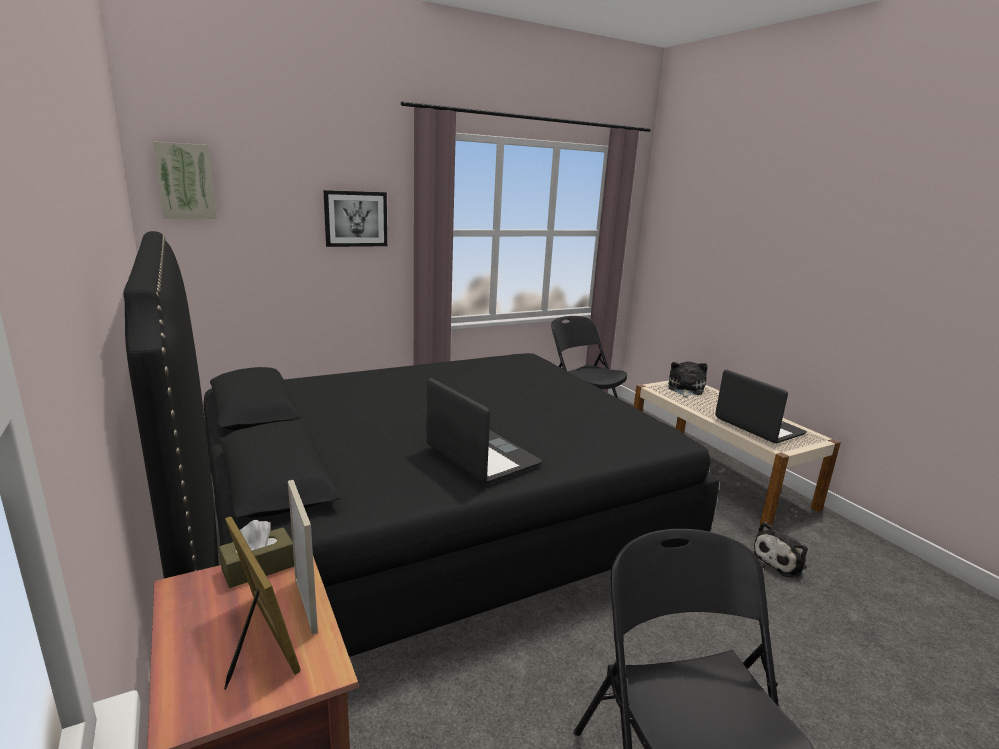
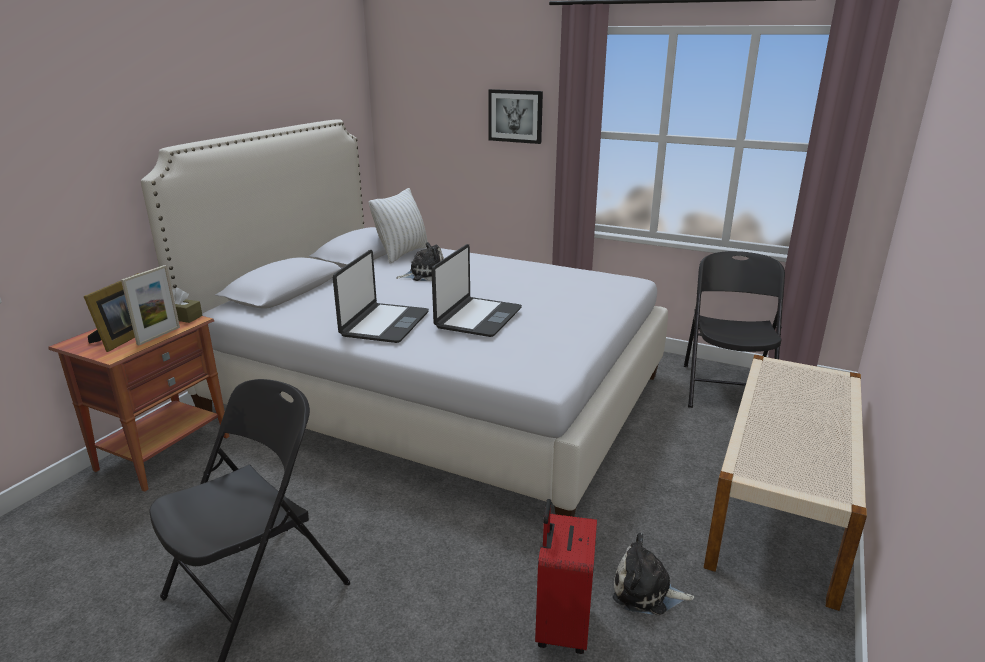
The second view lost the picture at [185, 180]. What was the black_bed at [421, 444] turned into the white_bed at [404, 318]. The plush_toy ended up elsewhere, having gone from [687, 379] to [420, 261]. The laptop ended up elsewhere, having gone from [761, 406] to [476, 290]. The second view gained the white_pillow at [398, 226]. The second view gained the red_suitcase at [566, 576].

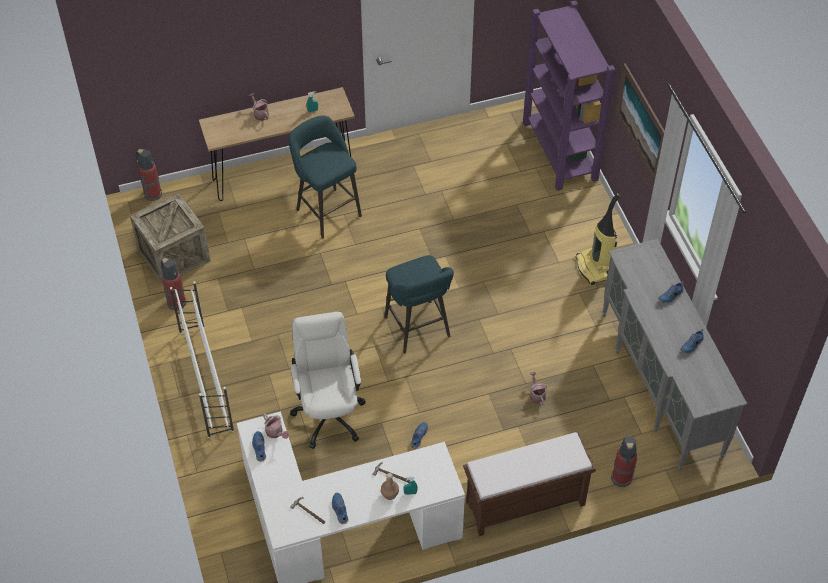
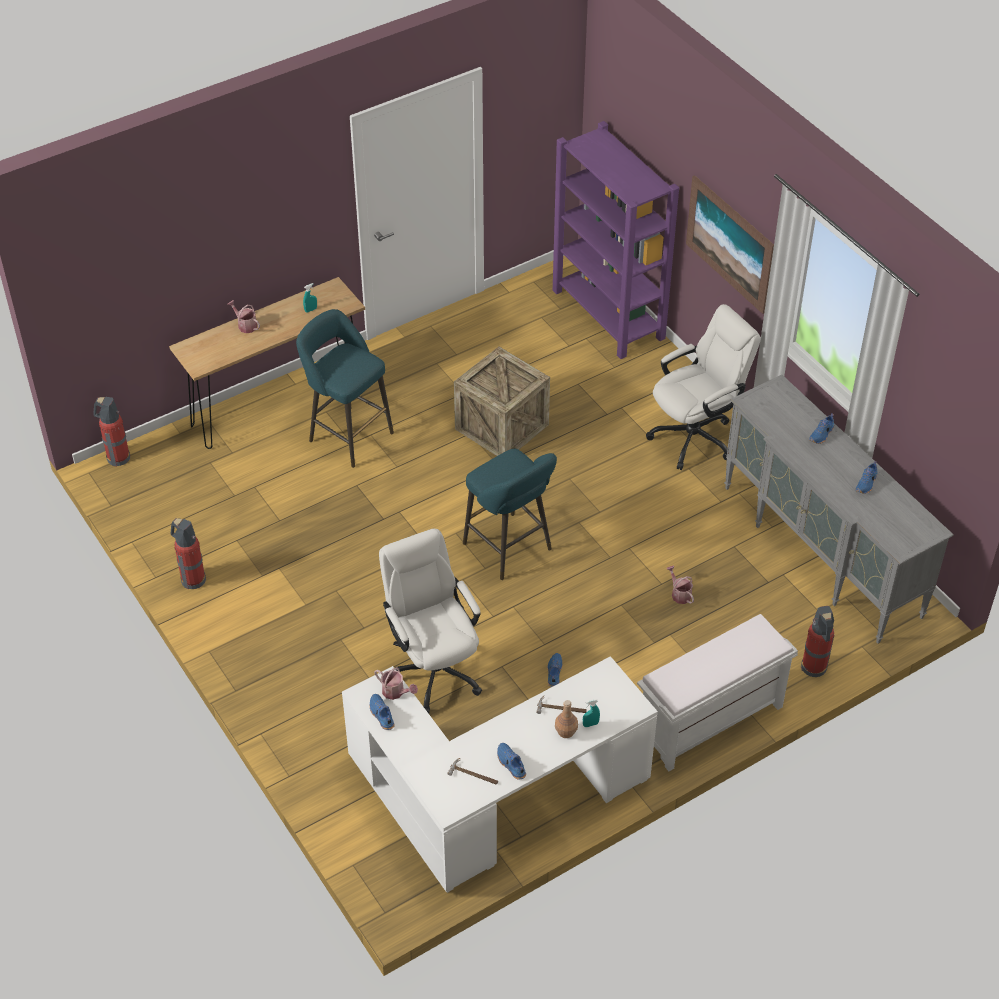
The crate ended up elsewhere, having gone from [170, 238] to [502, 401]. Where the vacuum_cleaner stood at [598, 239], the white_office_chair came to stand at [703, 387]. The second view lost the white_shoe_rack at [202, 359]. What was the brown_bench at [529, 484] turned into the white_bench at [717, 692].

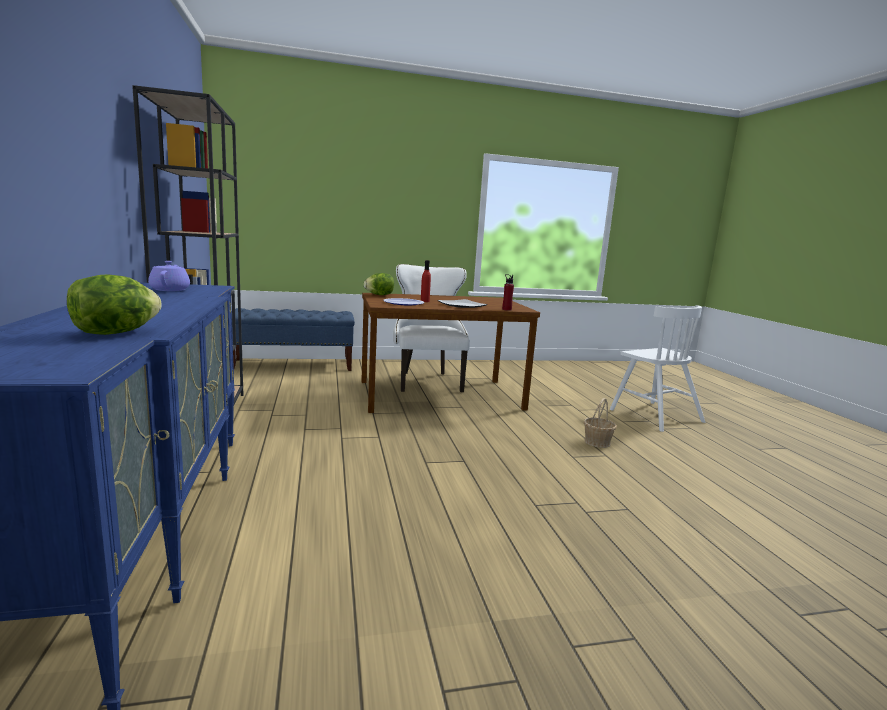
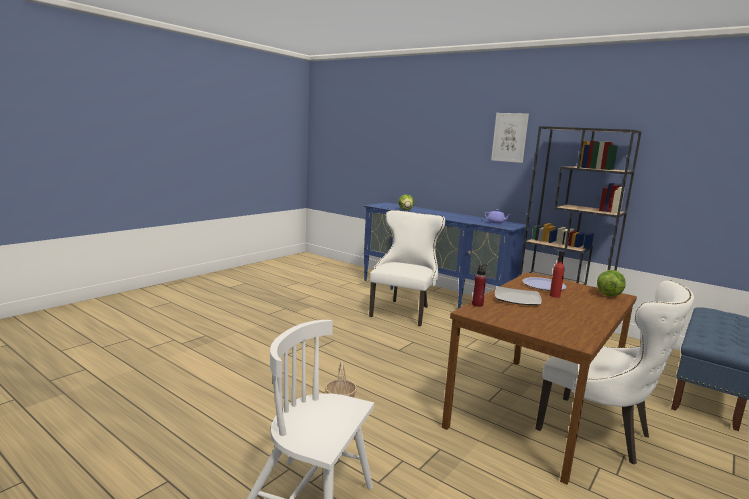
The second view gained the picture at [510, 138]. The second view gained the white_chair at [407, 268].

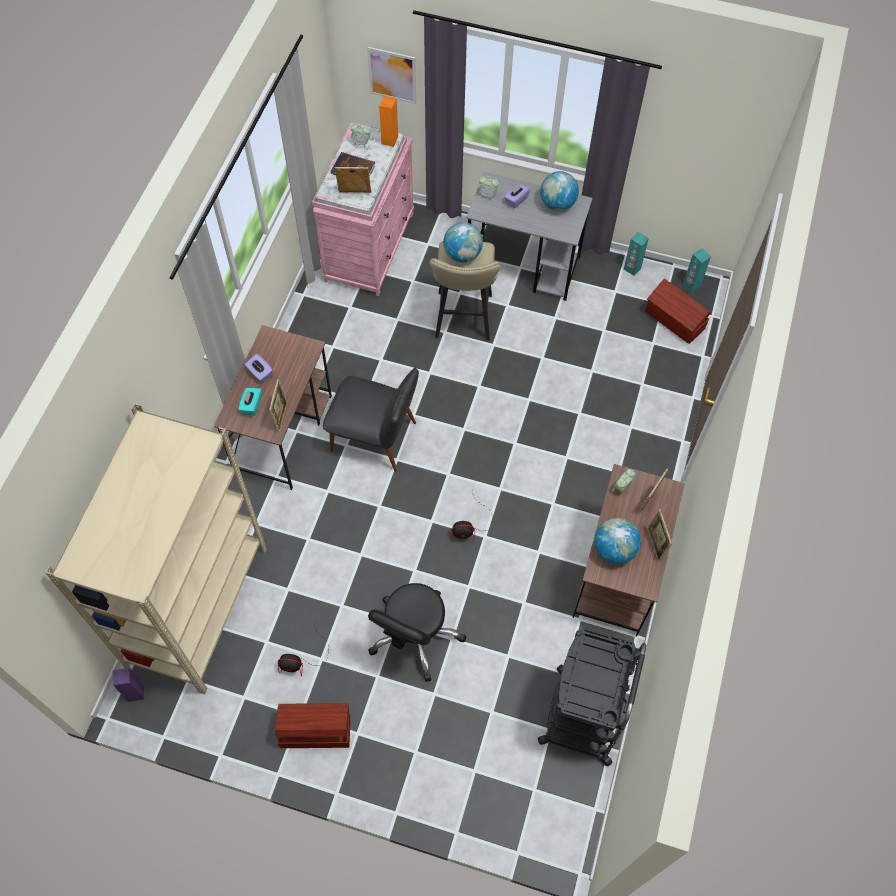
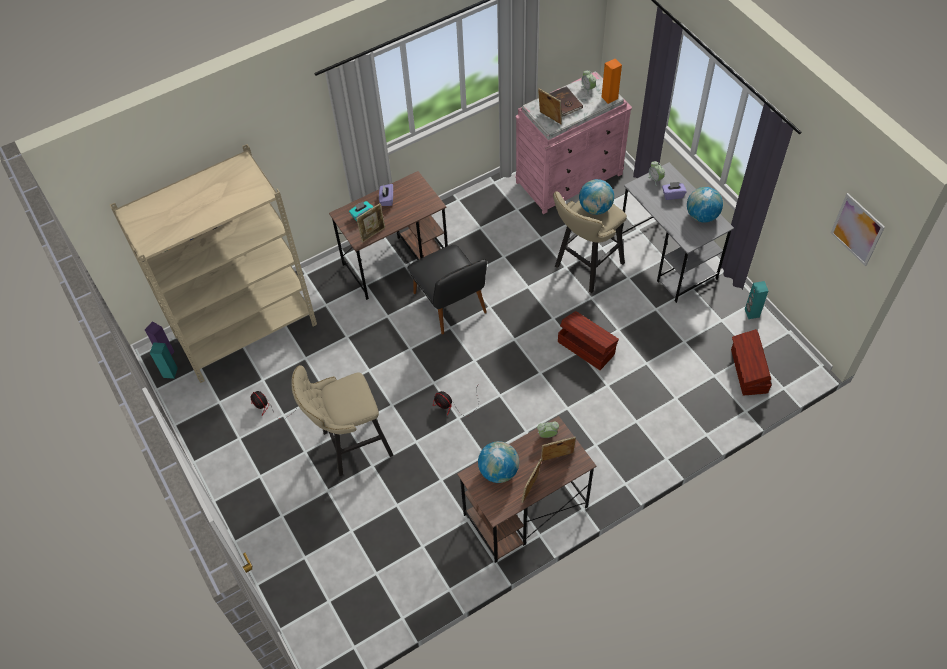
The picture ended up elsewhere, having gone from [391, 75] to [858, 229]. The turquoise_speaker ended up elsewhere, having gone from [697, 270] to [164, 360]. Where the black_office_chair stood at [417, 632], the beige_stool came to stand at [342, 420]. The second view lost the black_cart at [592, 697]. The brown_storage_box ended up elsewhere, having gone from [312, 725] to [588, 340].

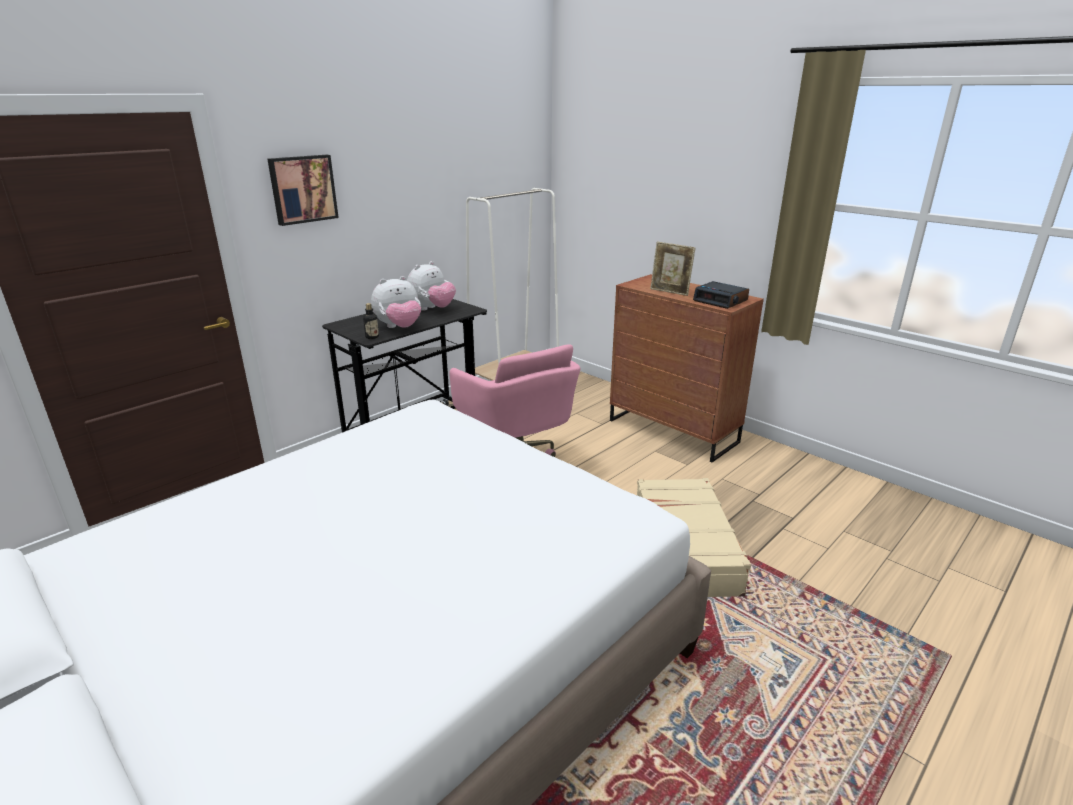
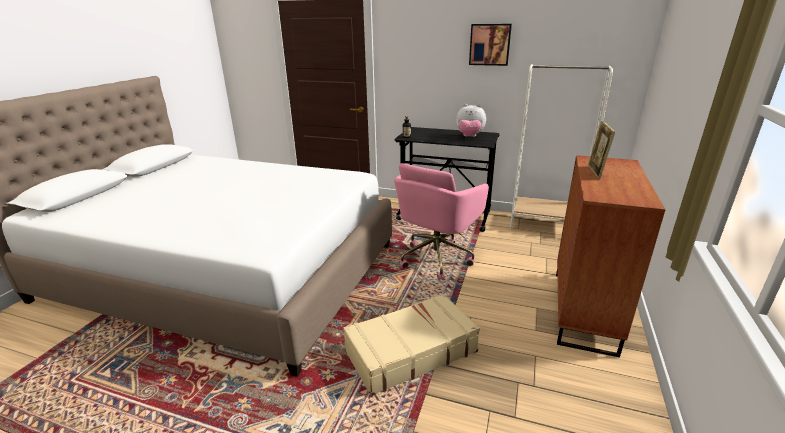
The picture ended up elsewhere, having gone from [303, 190] to [490, 45]. The second view lost the plush_toy at [396, 302]. The second view lost the alarm_clock at [721, 295].

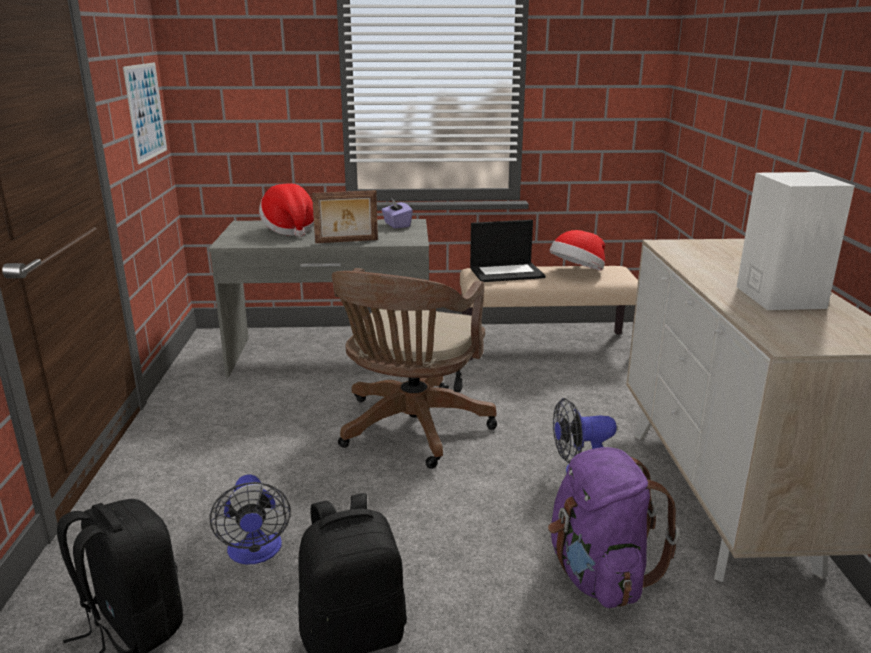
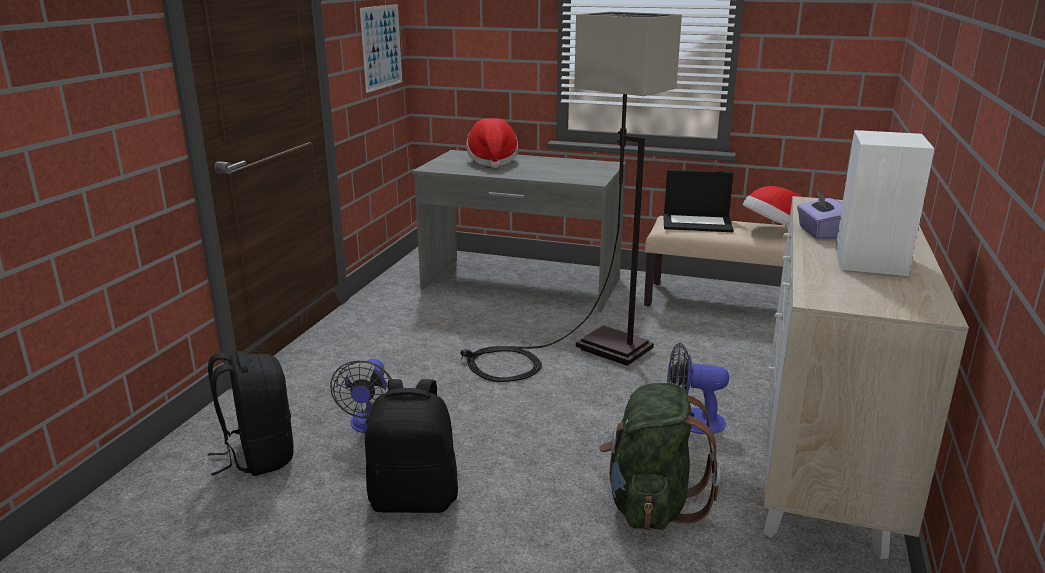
The second view lost the picture_frame at [345, 216]. The purple_tissue_box ended up elsewhere, having gone from [397, 213] to [819, 214]. Where the brown_office_chair stood at [414, 368], the floor_lamp came to stand at [571, 197]. What was the purple_backpack at [614, 527] turned into the green_backpack at [660, 456].

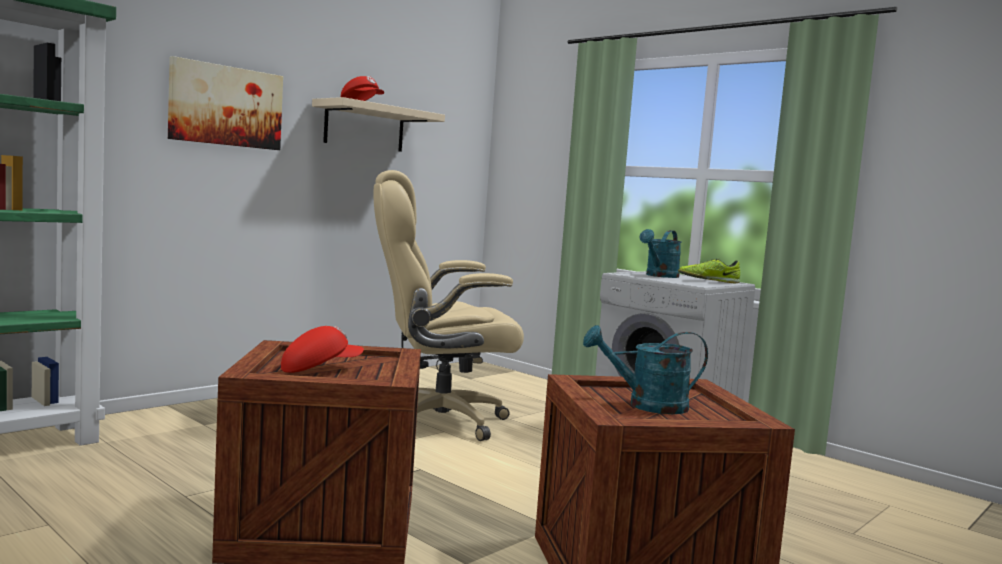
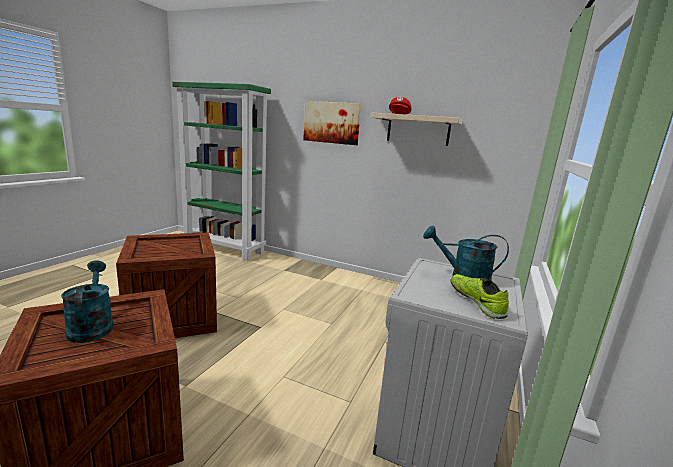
The second view lost the beige_office_chair at [449, 305]. The second view lost the red_cap at [322, 349].

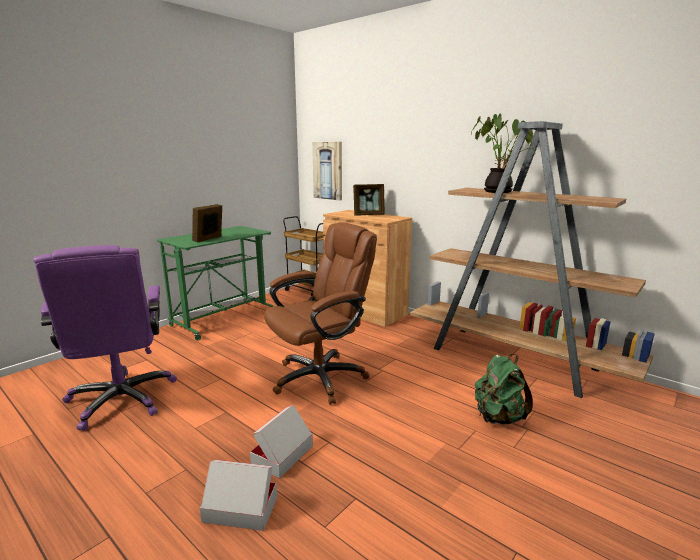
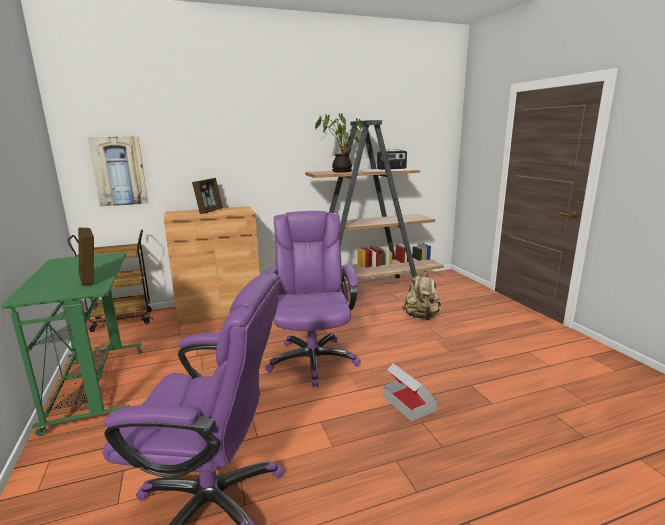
What was the brown_office_chair at [320, 313] turned into the purple_office_chair at [313, 299]. What was the green_backpack at [504, 389] turned into the beige_backpack at [421, 295]. The second view lost the cardboard_box at [239, 495]. The second view gained the radio at [392, 159].

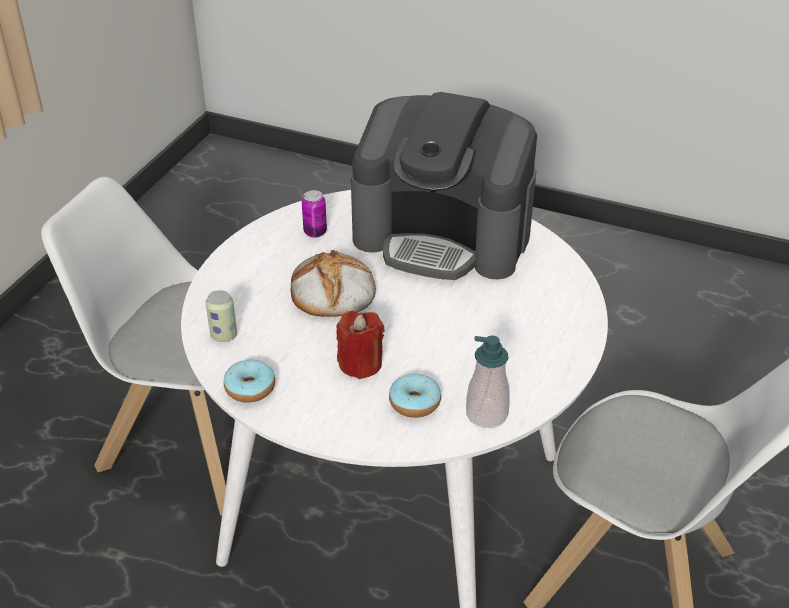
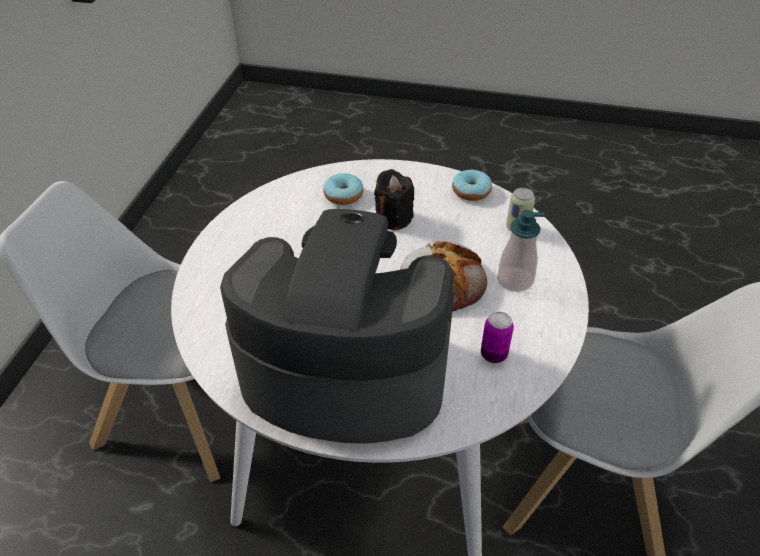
What was the red_candle at [360, 345] turned into the black_candle at [394, 199]. The soap_dispenser ended up elsewhere, having gone from [488, 382] to [521, 251].

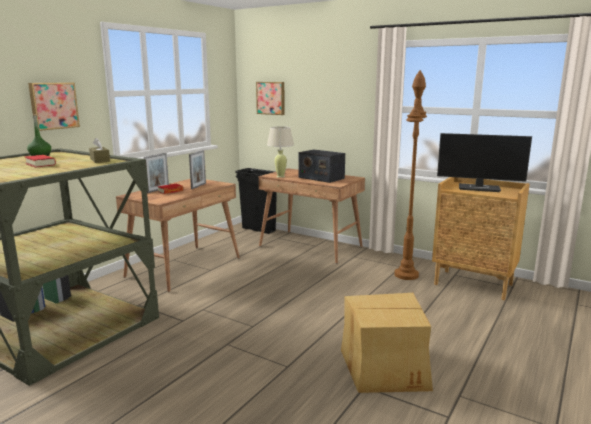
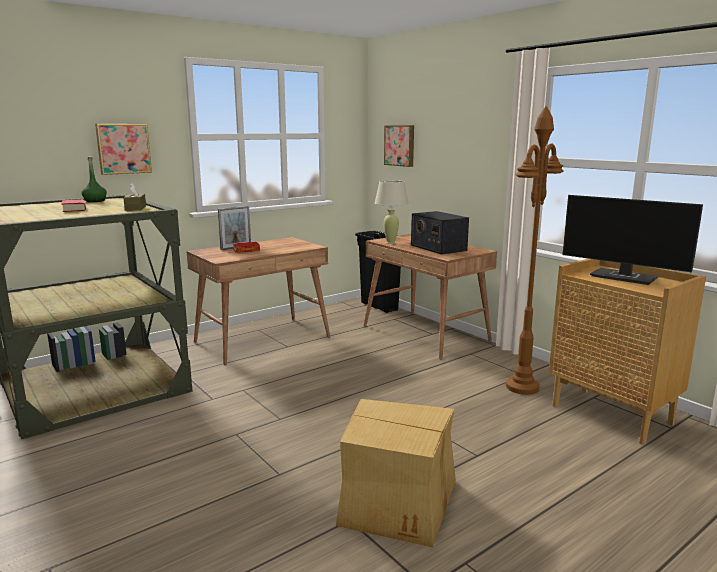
The second view lost the picture_frame at [197, 169].

